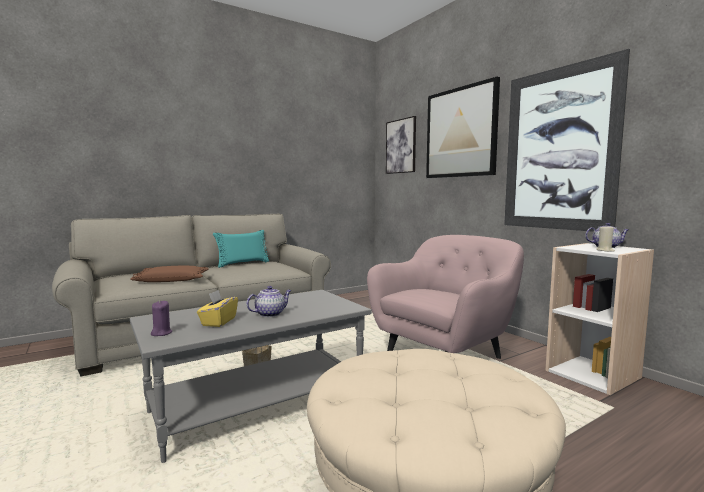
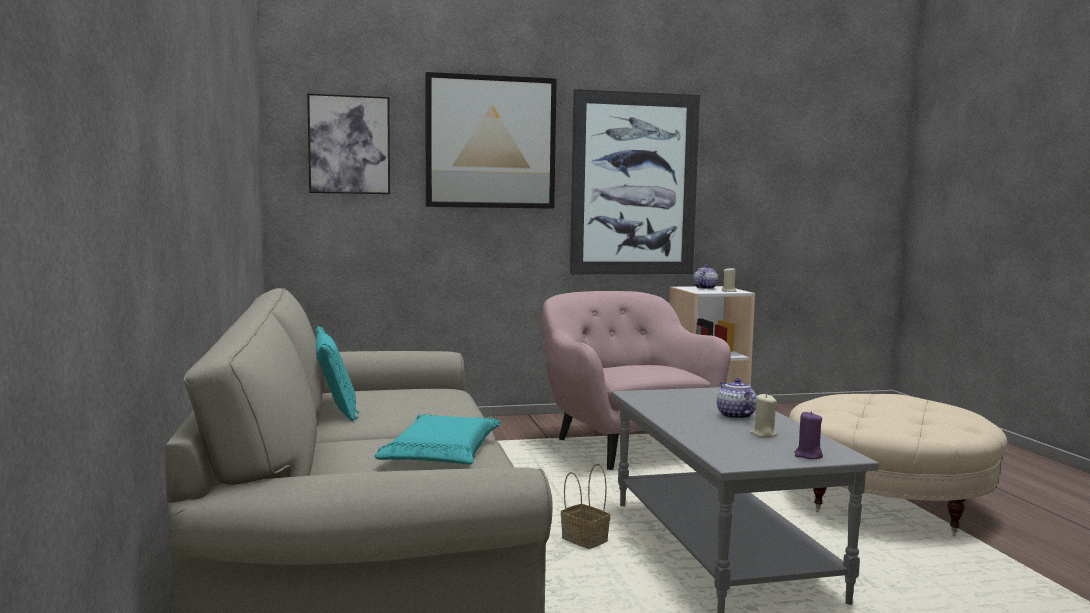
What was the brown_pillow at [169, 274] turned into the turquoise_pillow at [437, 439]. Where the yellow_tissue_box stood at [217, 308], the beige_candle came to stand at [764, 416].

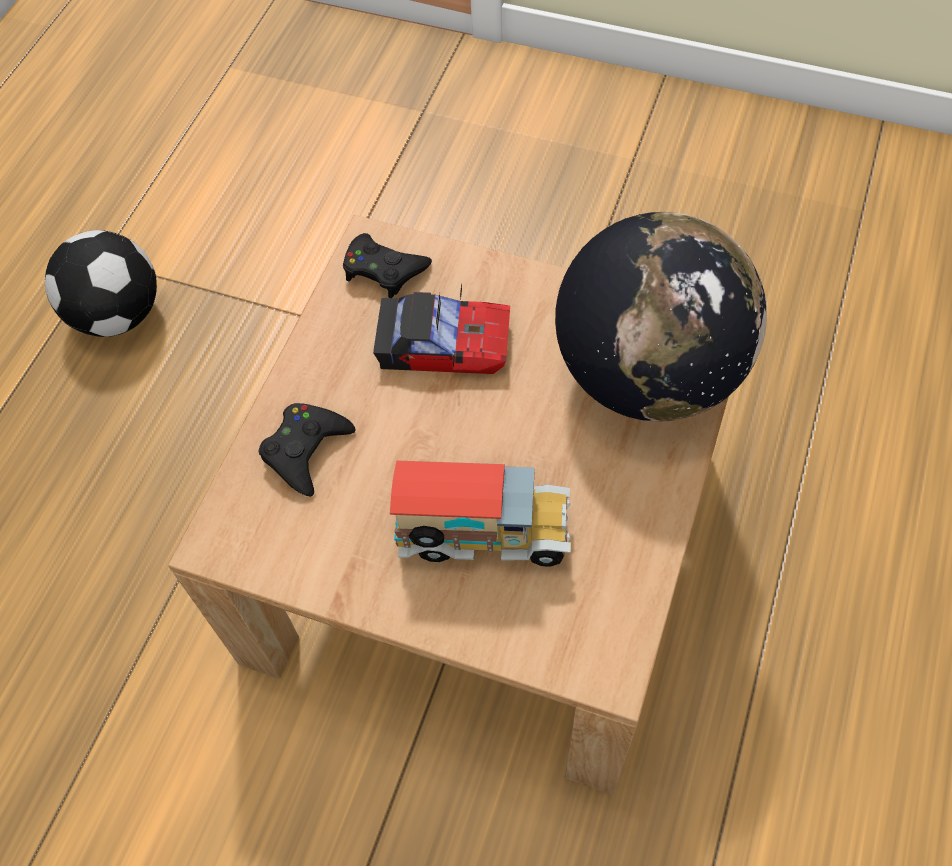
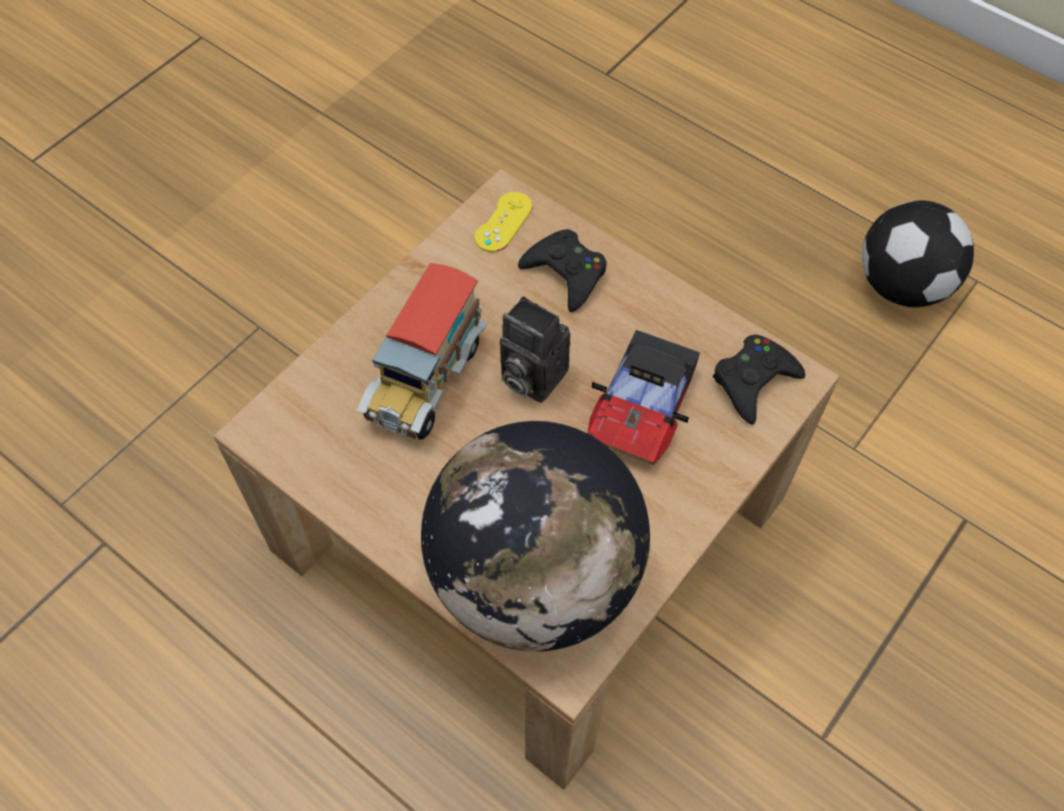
The second view gained the yellow_game_controller at [504, 222]. The second view gained the photo_camera at [535, 349].

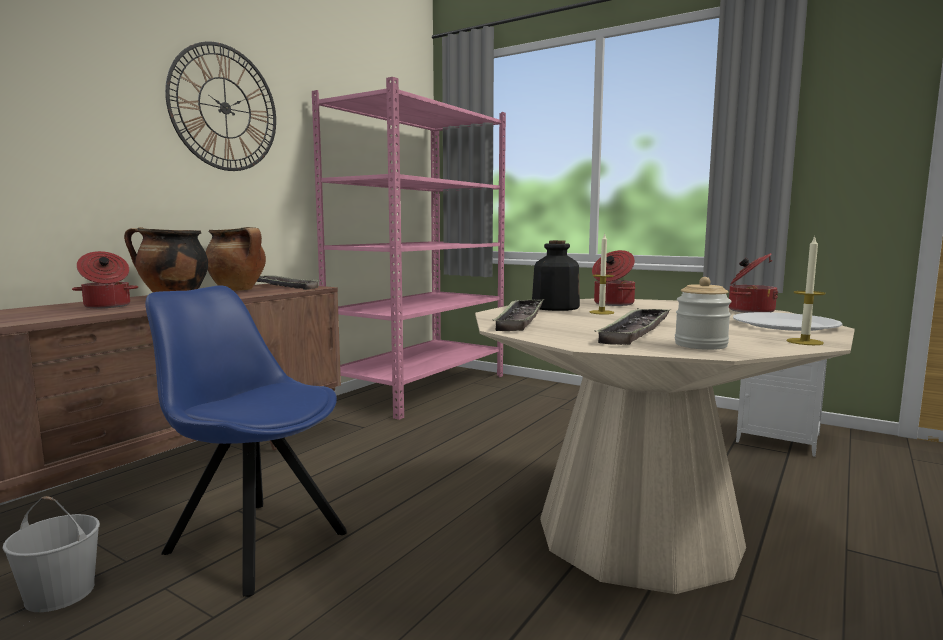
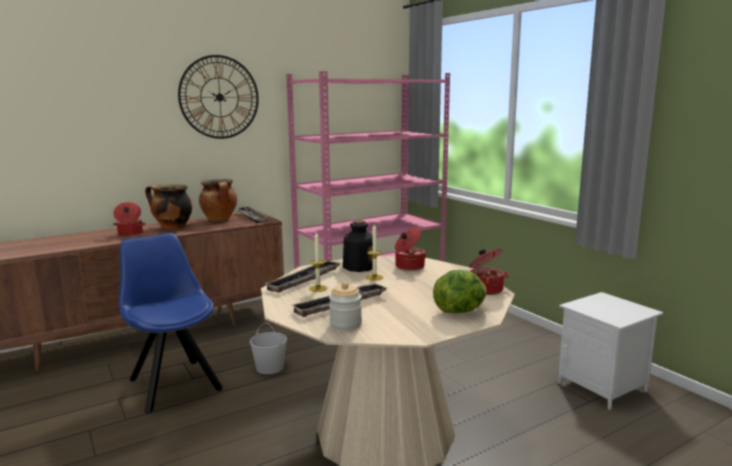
The candle ended up elsewhere, having gone from [806, 290] to [318, 262]. Where the white_plate stood at [788, 321], the lettuce came to stand at [460, 291]. The white_bucket ended up elsewhere, having gone from [51, 554] to [268, 348].

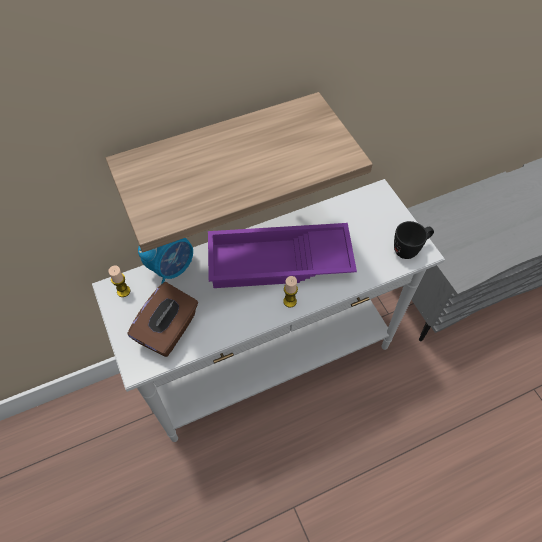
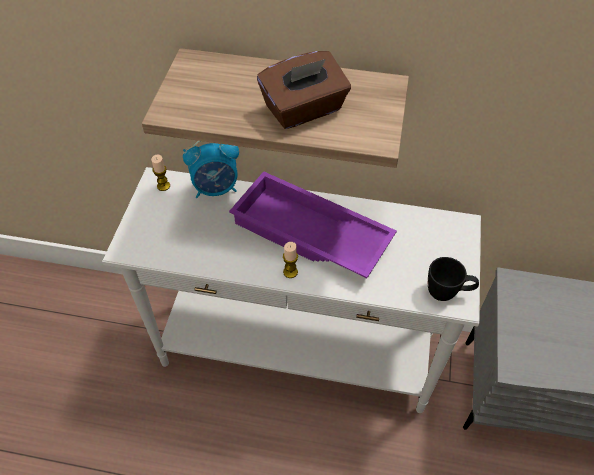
The brown_tissue_box ended up elsewhere, having gone from [163, 319] to [304, 90].

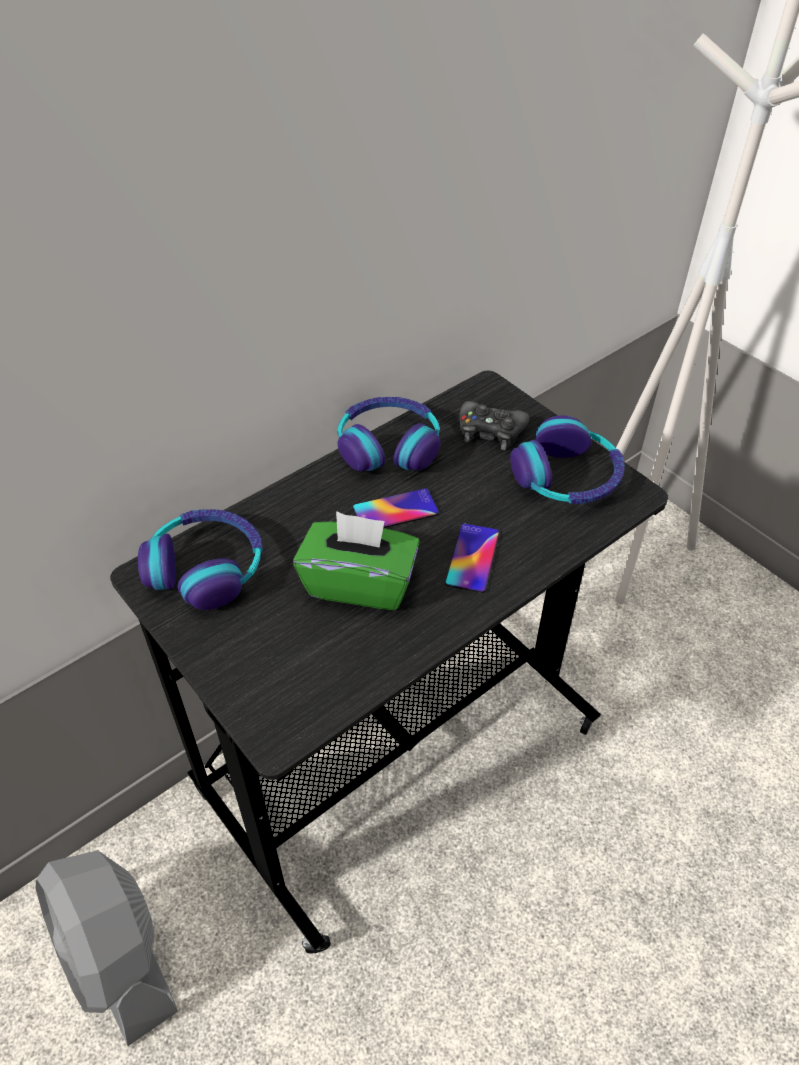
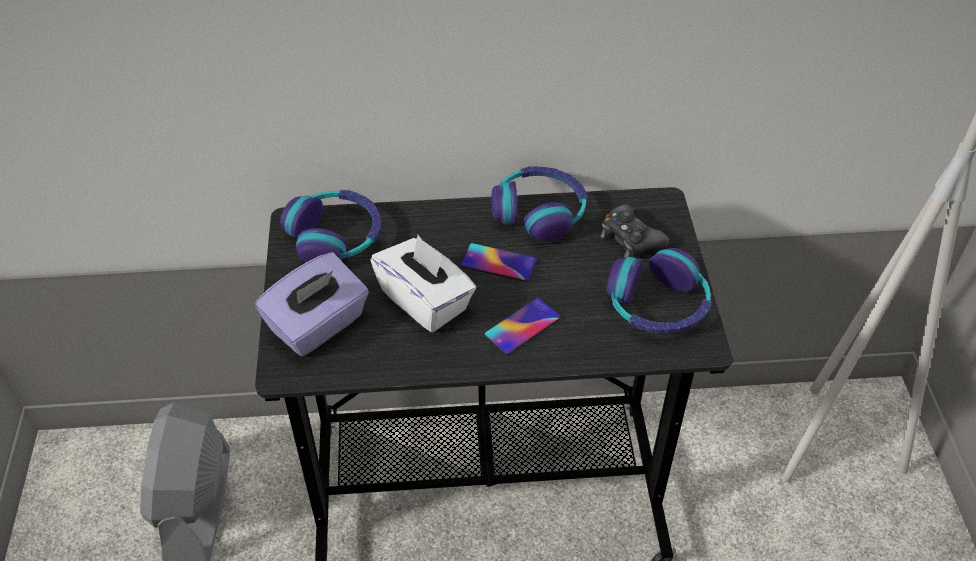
What was the green_tissue_box at [356, 560] turned into the white_tissue_box at [423, 283]. The second view gained the purple_tissue_box at [312, 304].

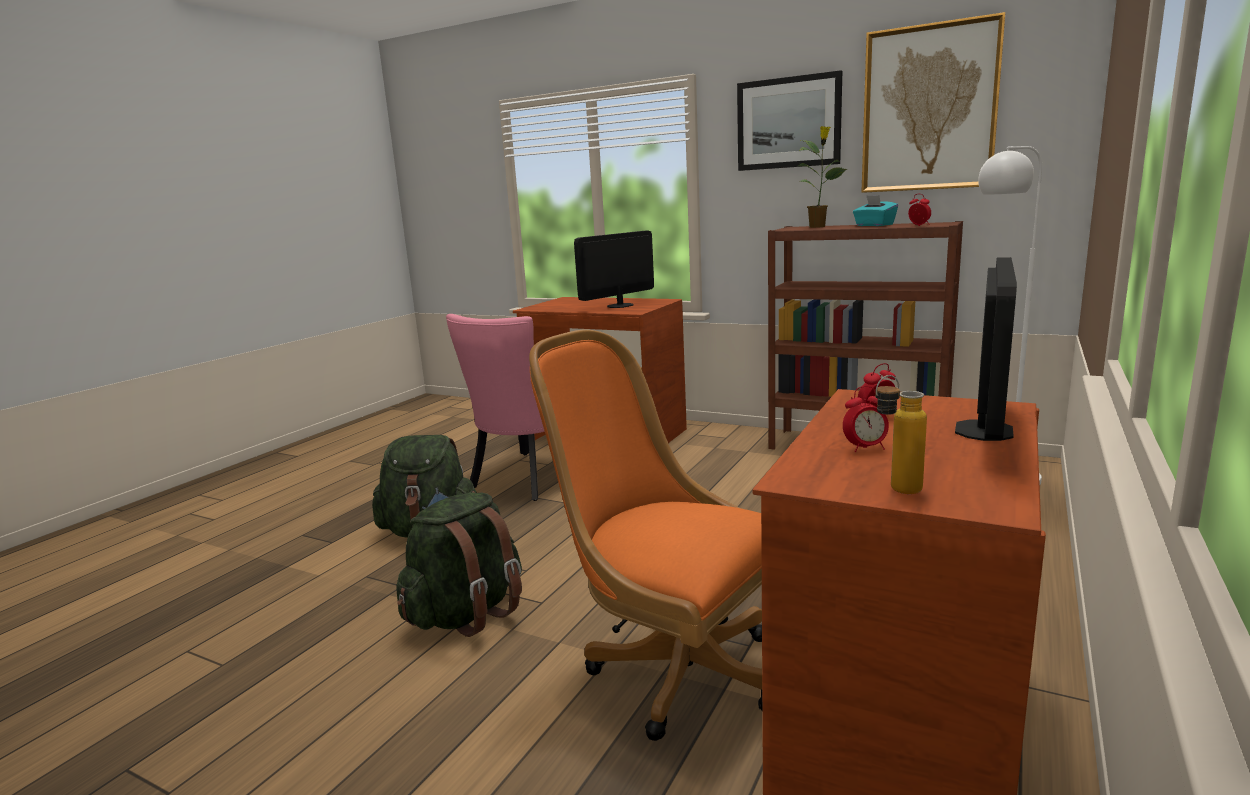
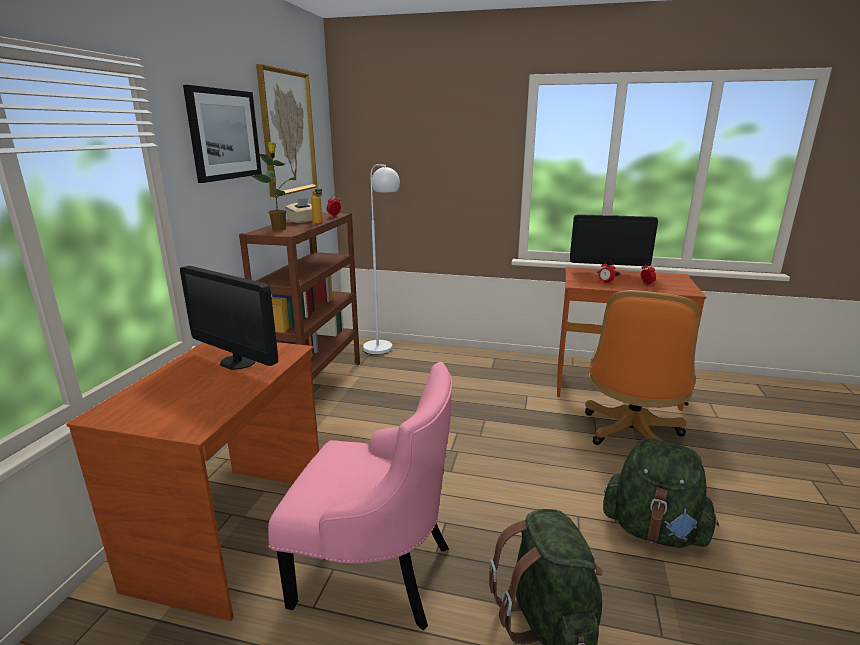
What was the turquoise_tissue_box at [875, 210] turned into the beige_tissue_box at [299, 210]. The bottle ended up elsewhere, having gone from [901, 434] to [317, 204].

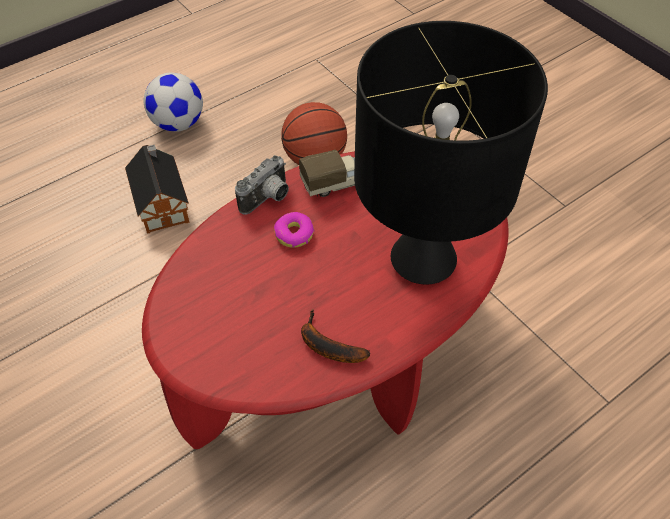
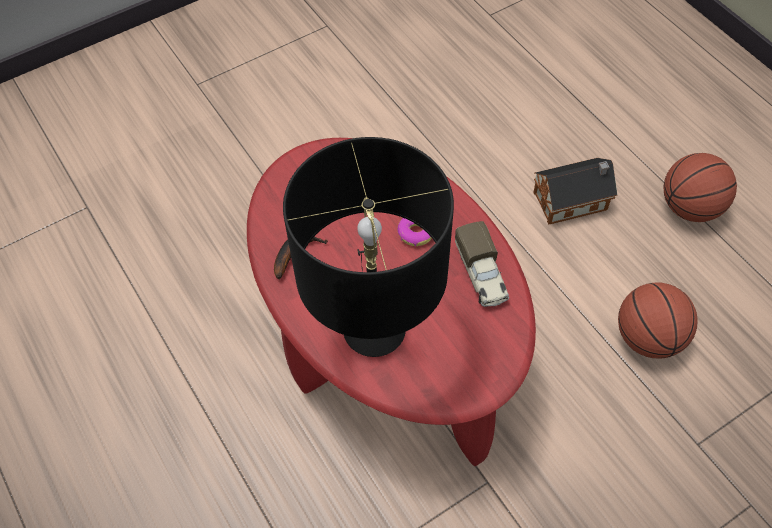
Where the football stood at [173, 102], the basketball came to stand at [700, 187]. The second view lost the photo_camera at [262, 185].

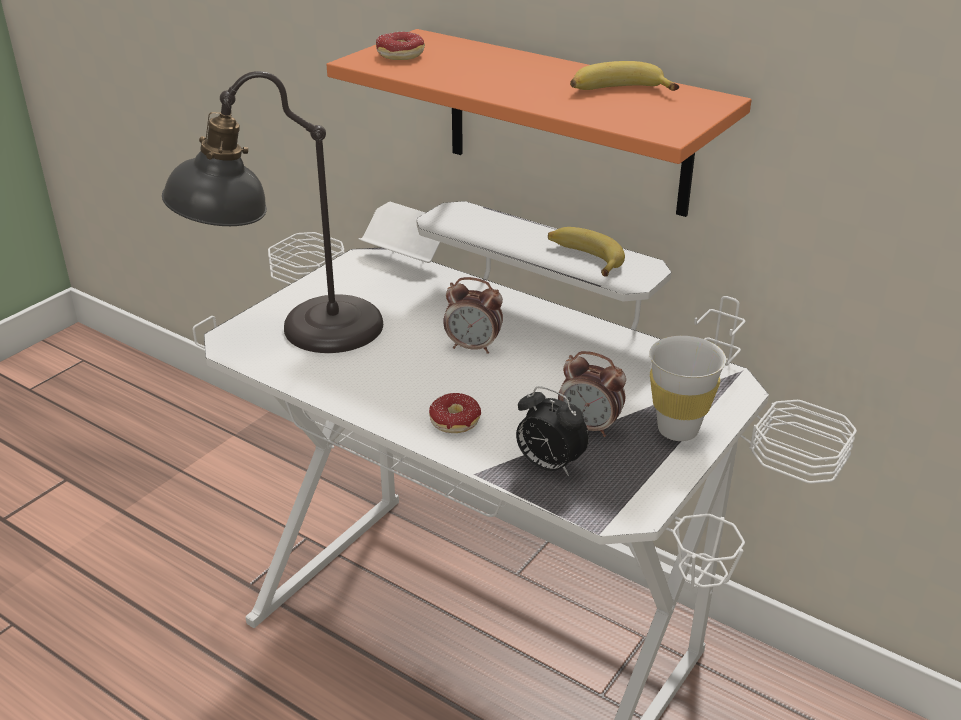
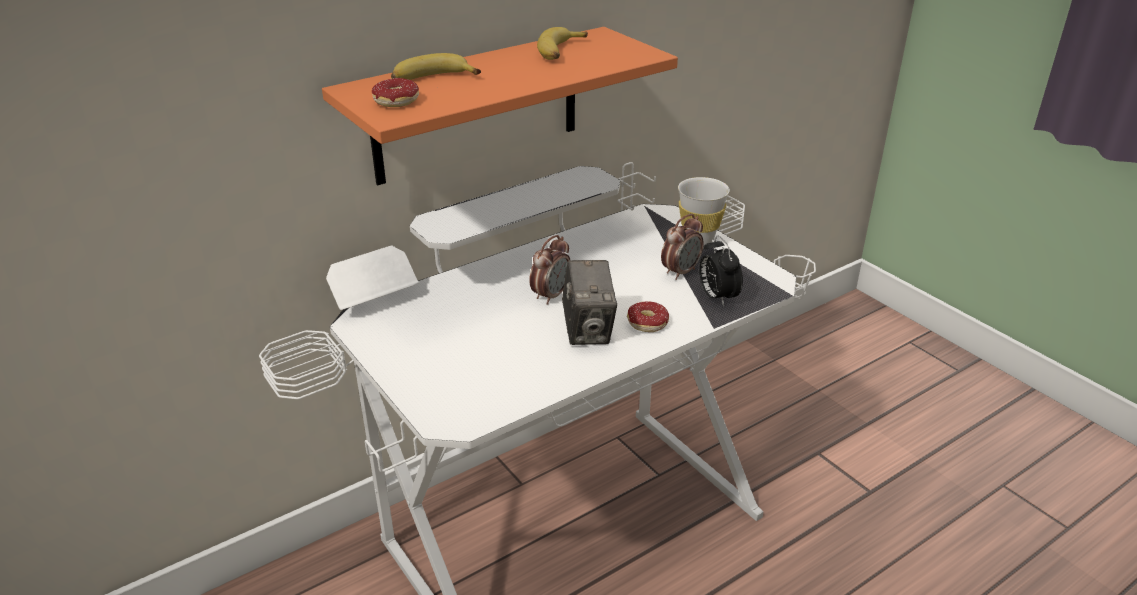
The second view lost the grey_table_lamp at [272, 212]. The banana ended up elsewhere, having gone from [586, 252] to [436, 66]. The alarm_clock at [552, 431] ended up facing another way, 105 degrees clockwise from before. The second view gained the photo_camera at [589, 302].

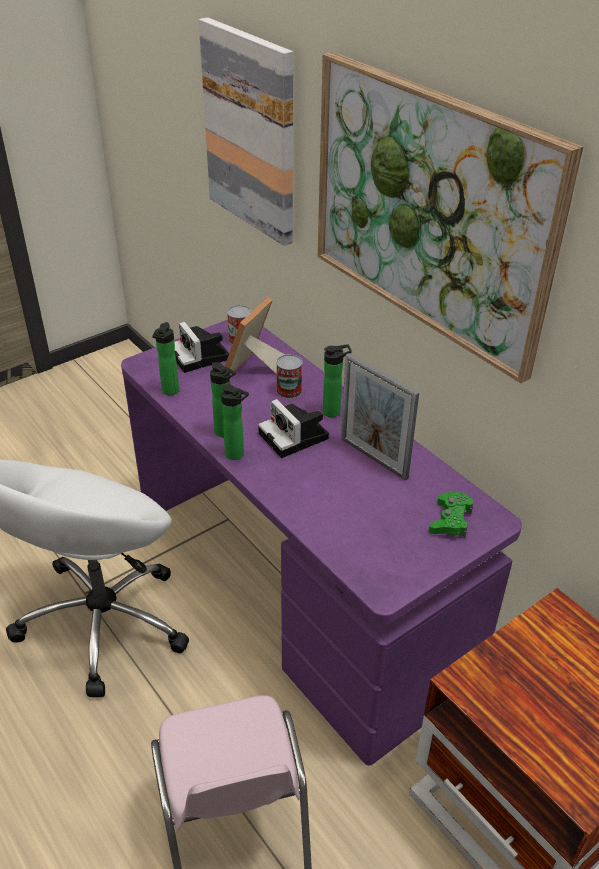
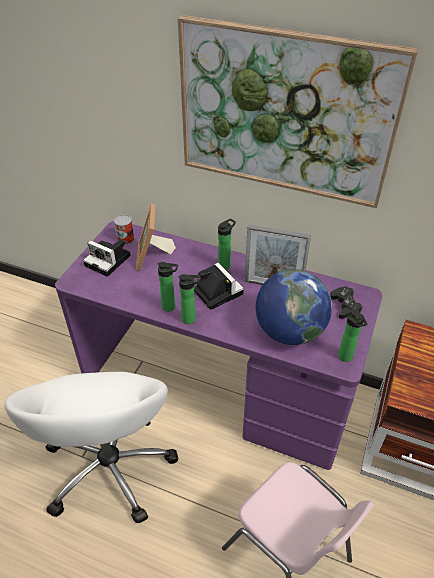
The second view lost the picture at [246, 131]. The bottle ended up elsewhere, having gone from [165, 358] to [352, 335]. The second view lost the can at [289, 376]. The photo_camera at [293, 428] ended up facing another way, 150 degrees counterclockwise from before. What was the green_game_controller at [451, 515] turned into the black_game_controller at [346, 302]. The second view gained the globe at [294, 307].

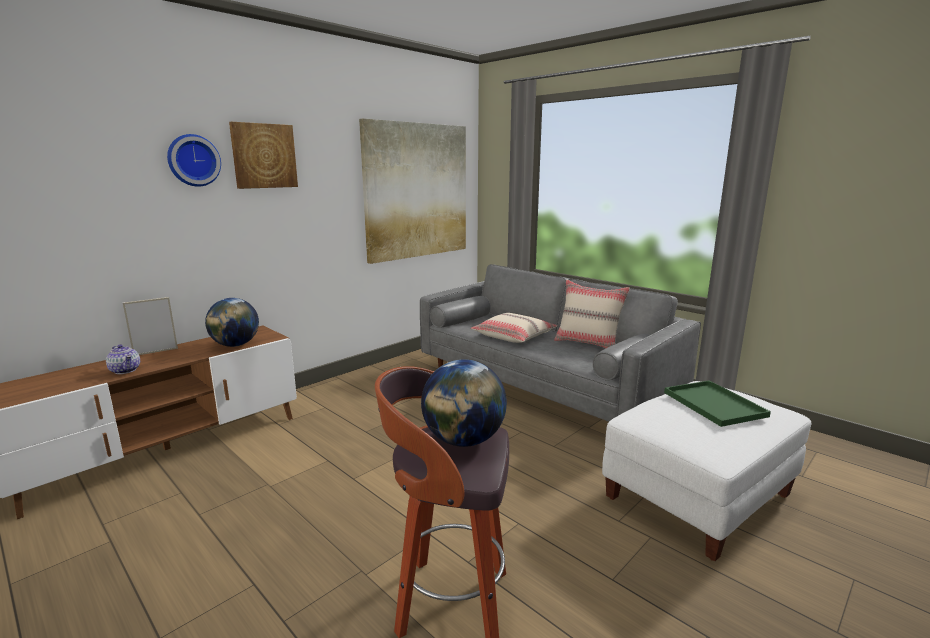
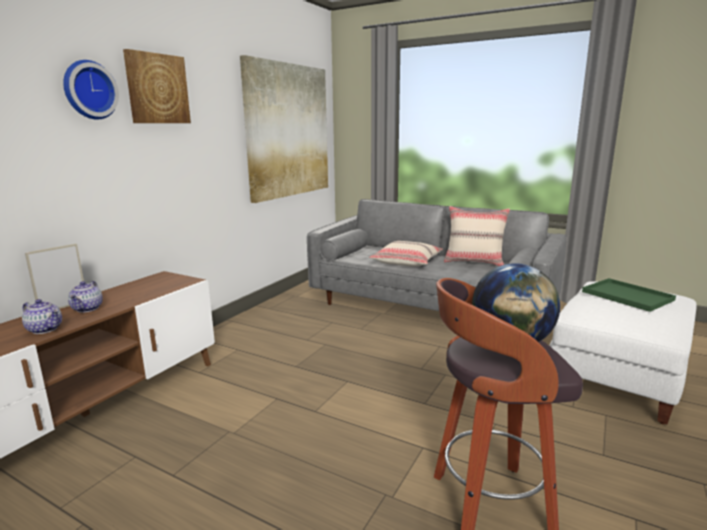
The second view lost the globe at [232, 322]. The second view gained the teapot at [85, 297].

